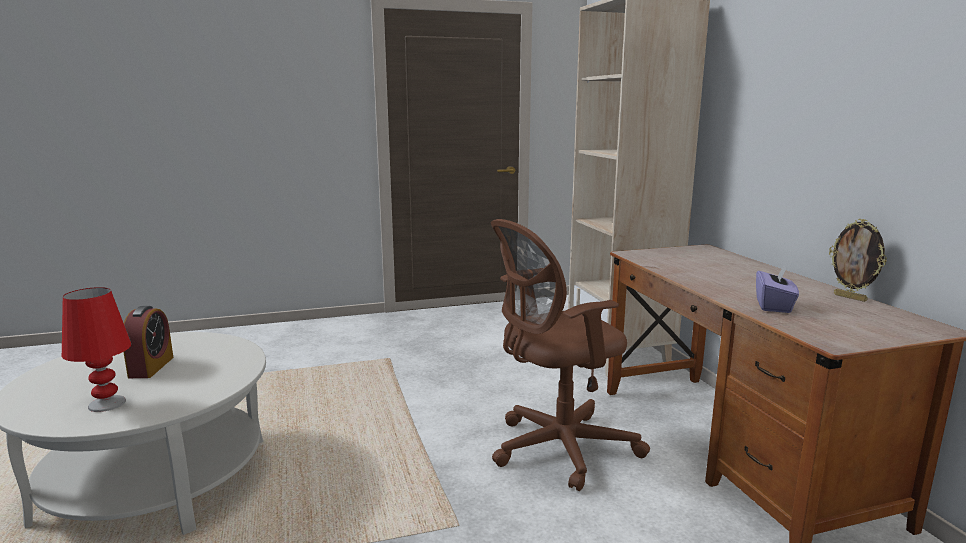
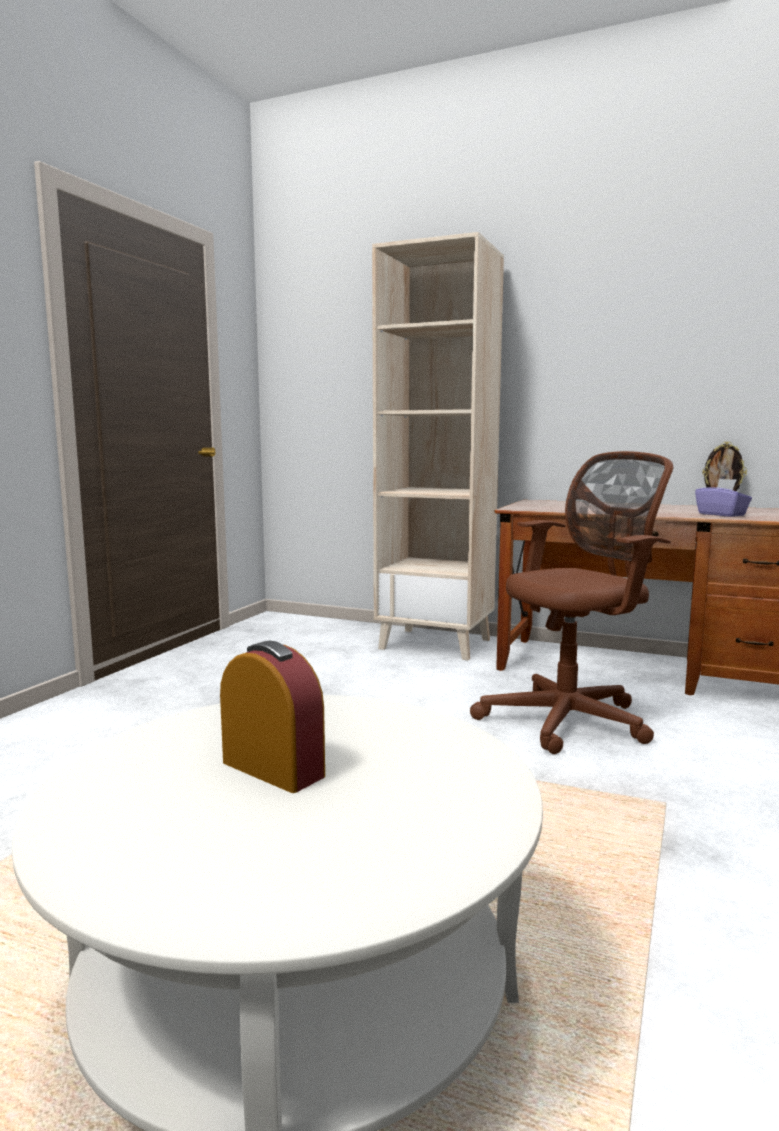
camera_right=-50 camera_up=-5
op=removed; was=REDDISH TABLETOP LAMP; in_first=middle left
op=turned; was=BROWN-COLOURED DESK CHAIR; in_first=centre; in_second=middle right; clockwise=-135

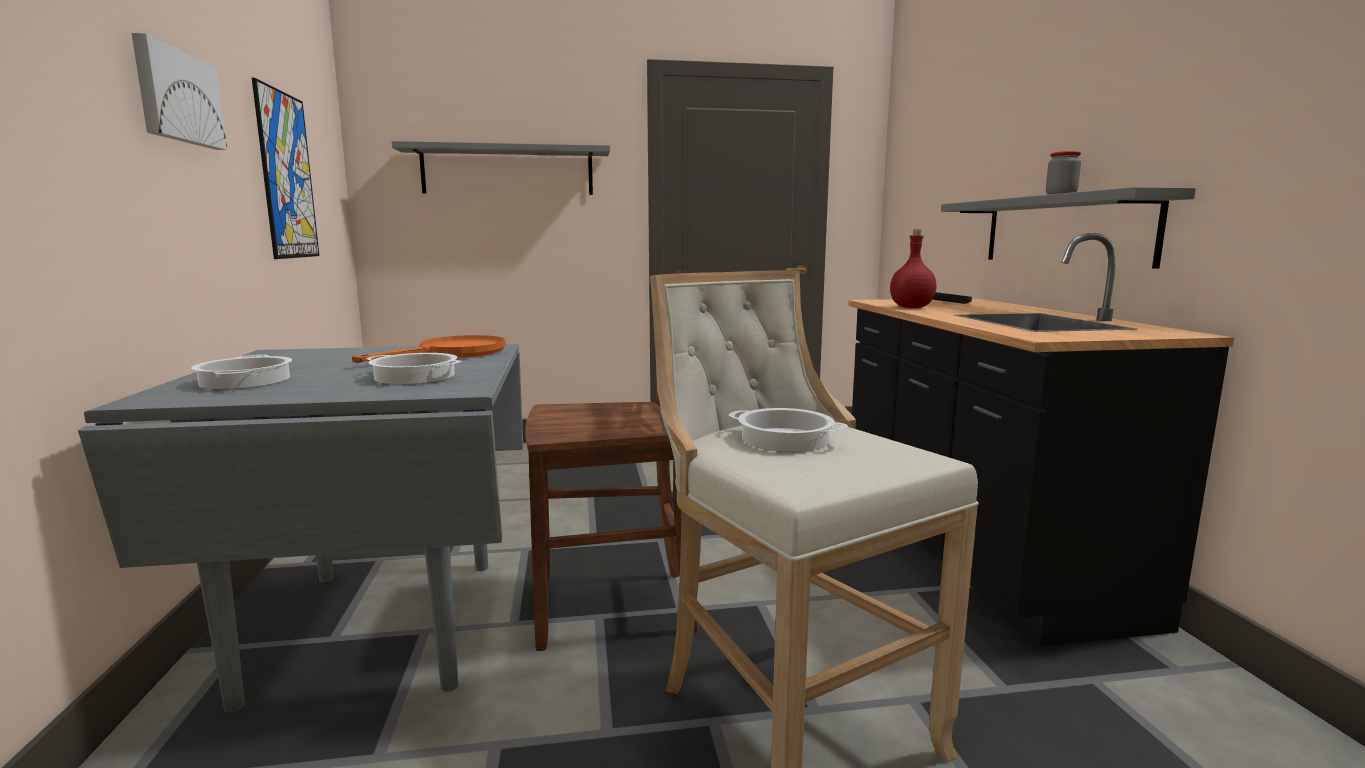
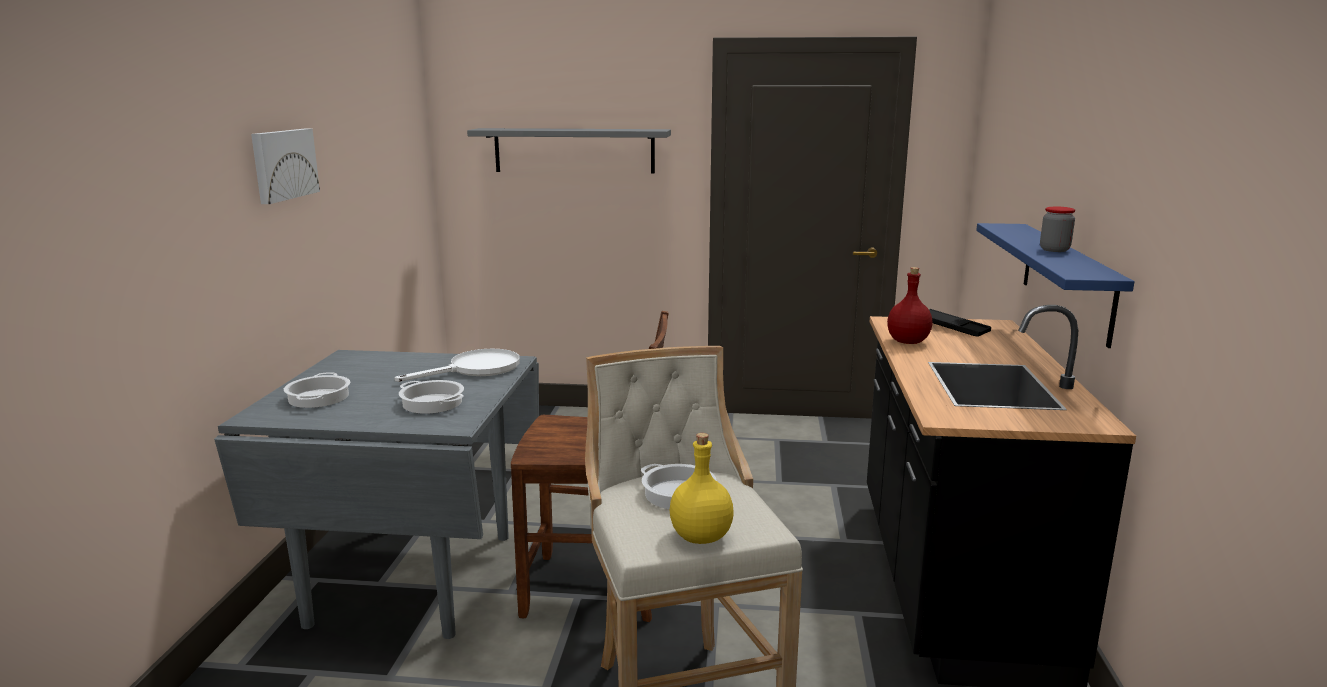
camera_right=15 camera_up=5
op=removed; was=WALL PICTURE (2nd from left); in_first=top left
op=recoloured; was=ORANGE-COLOURED FRYING PAN; now=WHITE-COLOURED FRYING PAN; in_first=middle left; in_second=centre
op=recoloured; was=GREYISH SHELF (2nd from left); now=BLUE SHELF; in_first=top right; in_second=middle right
op=added; now=YELLOWISH BEVERAGE BOTTLE; in_second=bottom centre

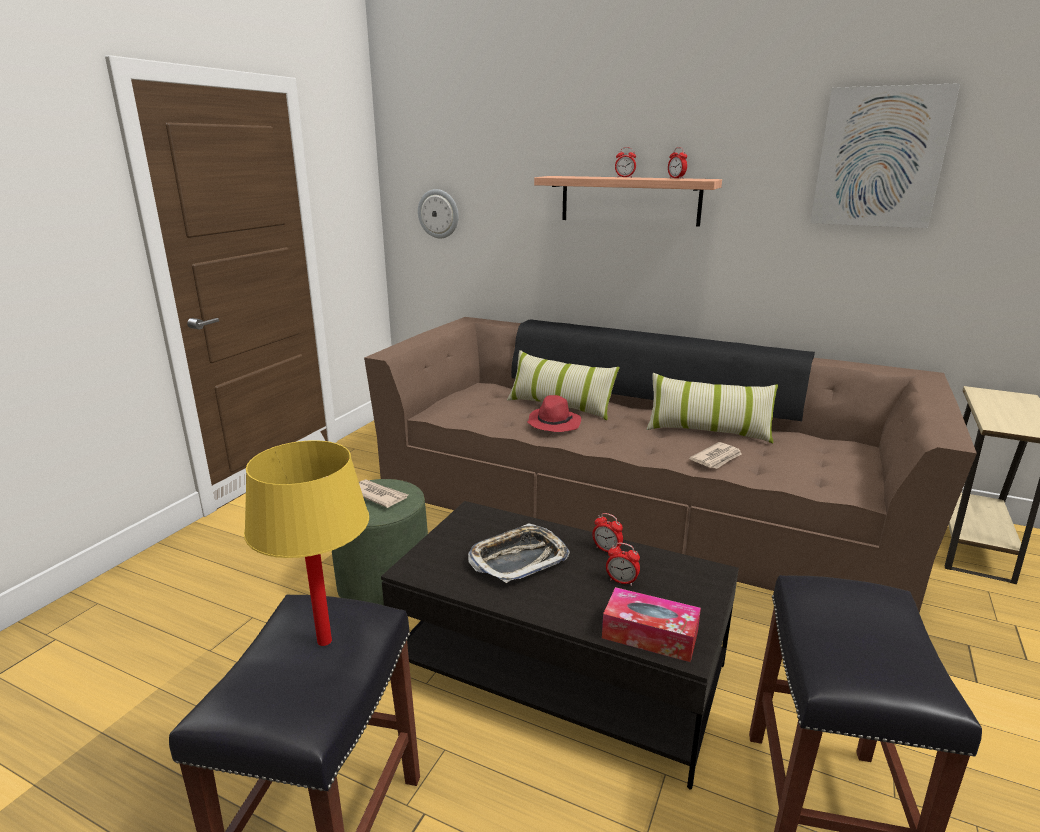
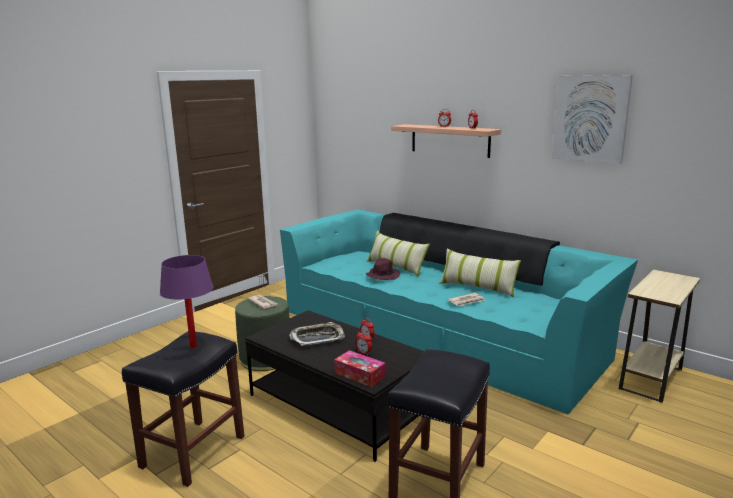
camera_right=15 camera_up=-5
op=recoloured; was=YELLOWISH TABLETOP LAMP; now=PURPLE TABLETOP LAMP; in_first=middle left; in_second=middle left
op=recoloured; was=BROWN-COLOURED SETTEE; now=BLUE-GREEN SETTEE; in_first=centre; in_second=centre
op=removed; was=WALL CLOCK; in_first=top centre
op=recoloured; was=REDDISH HAT; now=PURPLE HAT; in_first=centre; in_second=centre

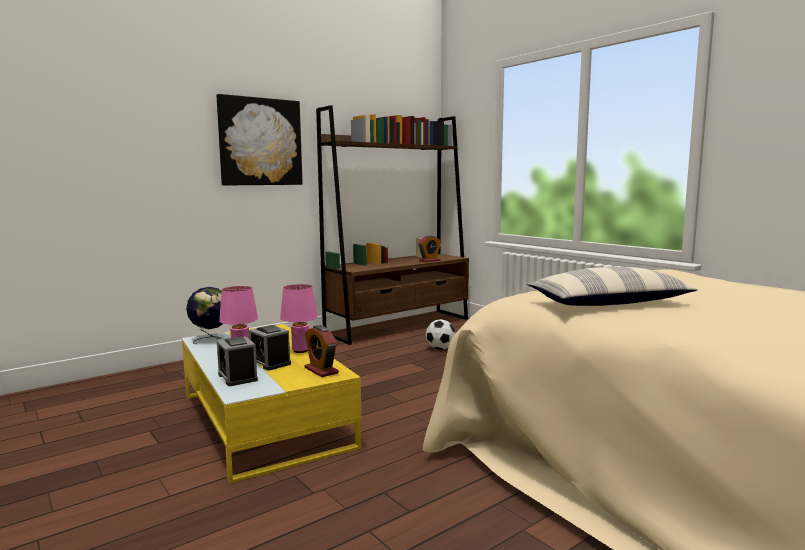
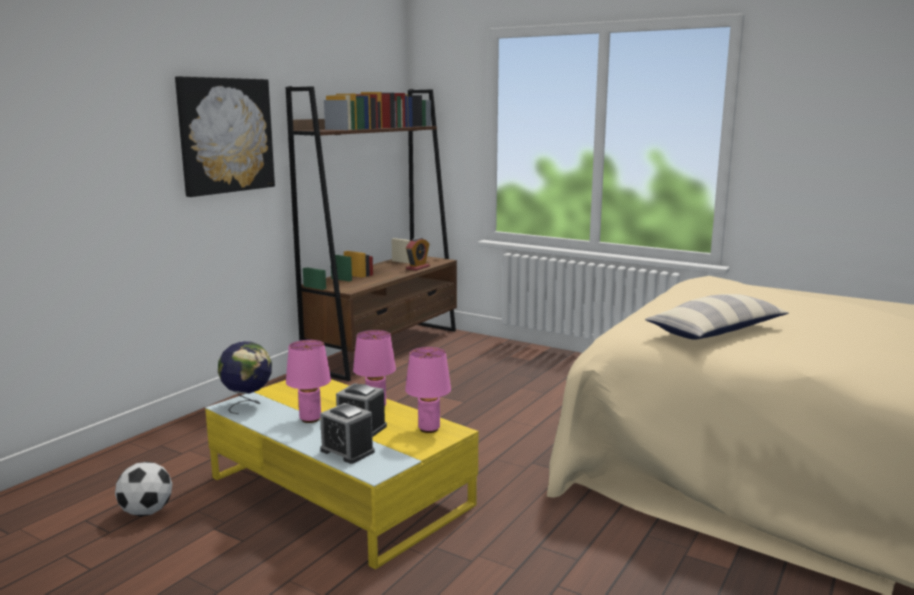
camera_right=-20 camera_up=5
op=replaced; was=BEDSIDE CLOCK (3rd from left); now=PINK-COLOURED TABLETOP LAMP (3rd from left); in_first=centre; in_second=centre
op=moved; was=FOOTBALL; in_first=centre; in_second=bottom left

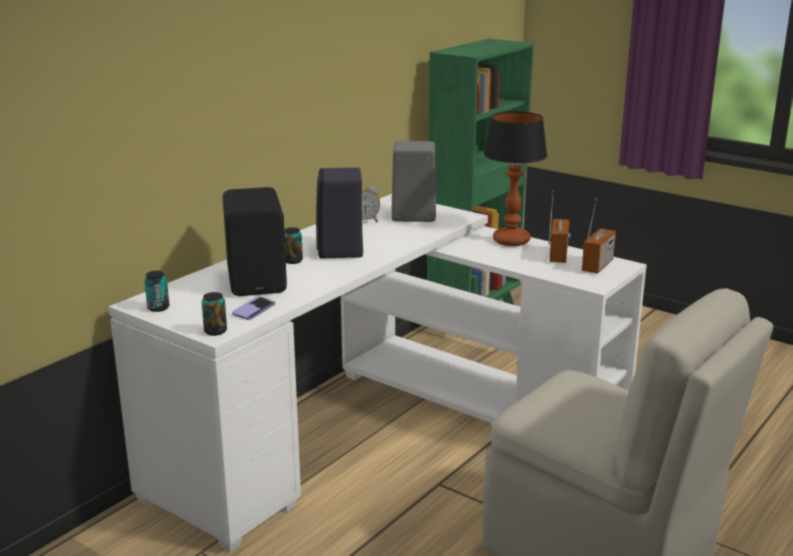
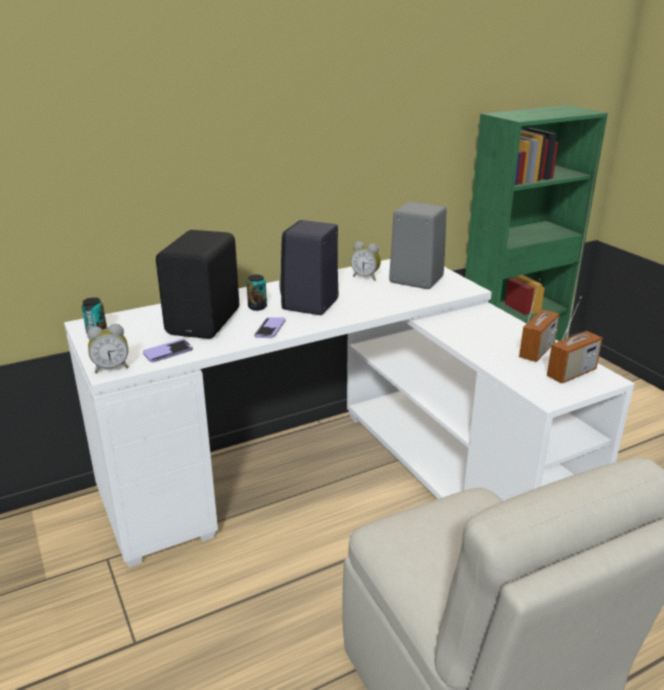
camera_right=25 camera_up=5
op=replaced; was=SEALED CAN (2nd from left); now=BEDSIDE CLOCK (1st from left); in_first=middle left; in_second=middle left
op=removed; was=TABLETOP LAMP; in_first=top centre
op=added; now=TELEPHONE (2nd from left); in_second=centre

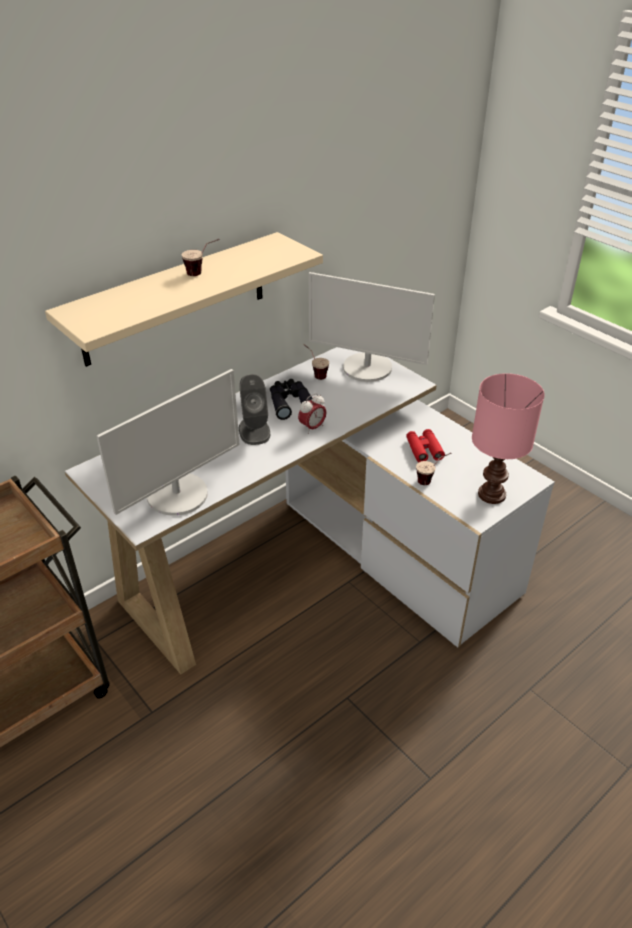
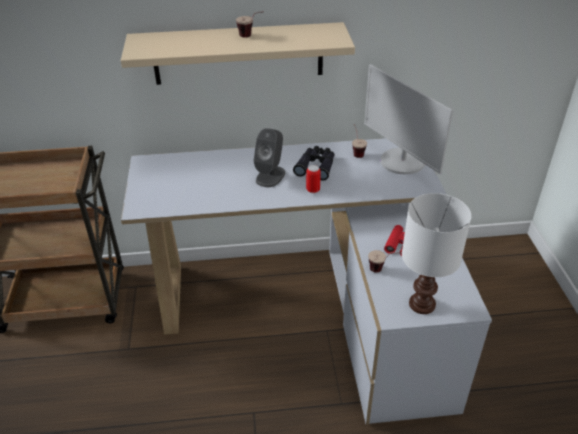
camera_right=35 camera_up=0
op=removed; was=COMPUTER DISPLAY (1st from left); in_first=middle left
op=replaced; was=BEDSIDE CLOCK; now=SEALED CAN; in_first=centre; in_second=centre
op=recoloured; was=PINK-COLOURED TABLETOP LAMP; now=WHITE-COLOURED TABLETOP LAMP; in_first=middle right; in_second=middle right

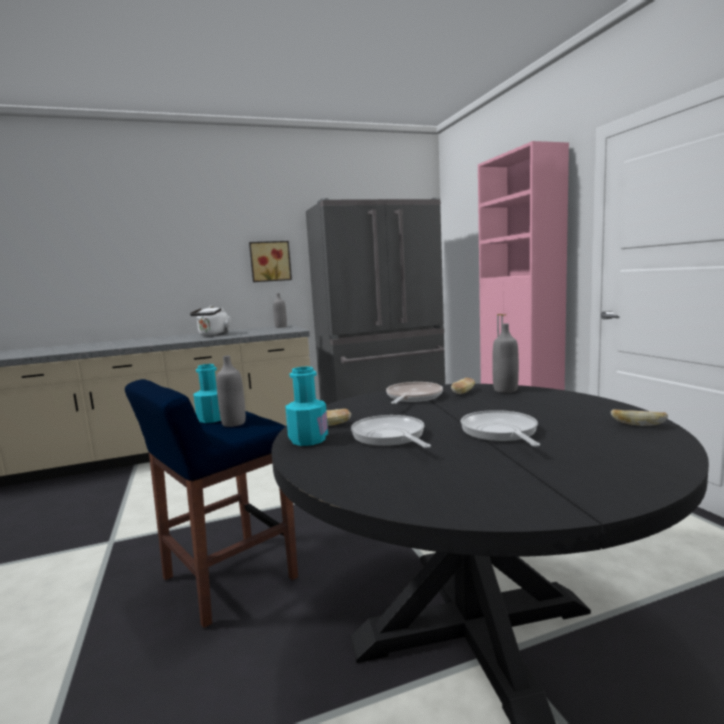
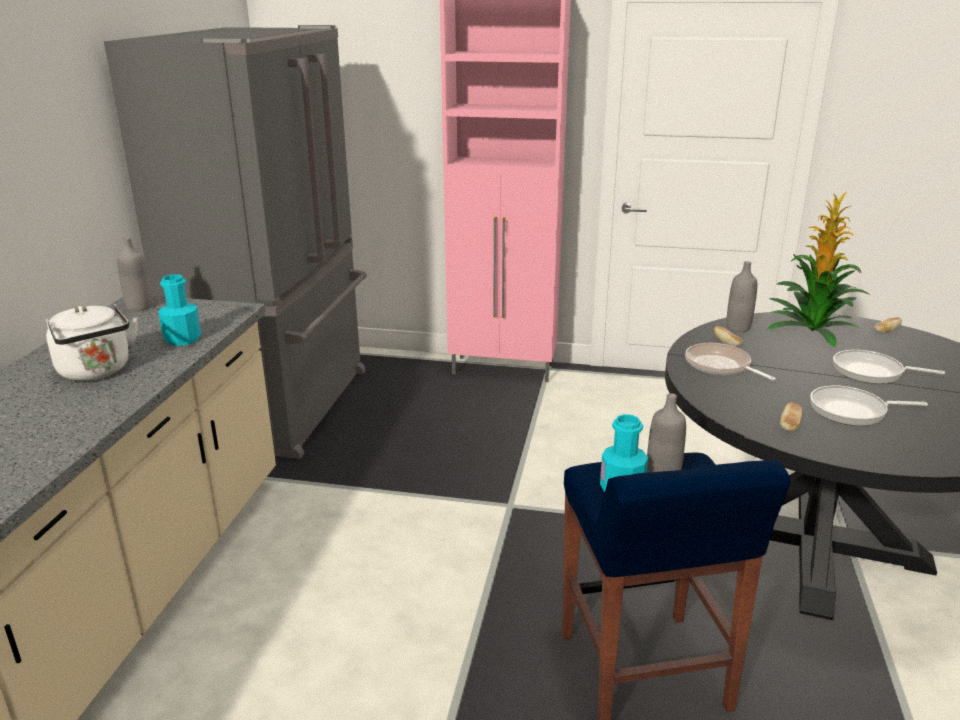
camera_right=-60 camera_up=15
op=removed; was=WALL PICTURE; in_first=centre
op=moved; was=BLUE-GREEN BEVERAGE BOTTLE (2nd from left in the first image); now=BLUE-GREEN BEVERAGE BOTTLE (1st from left); in_first=centre; in_second=middle left
op=added; now=PLANT IN A POT; in_second=middle right

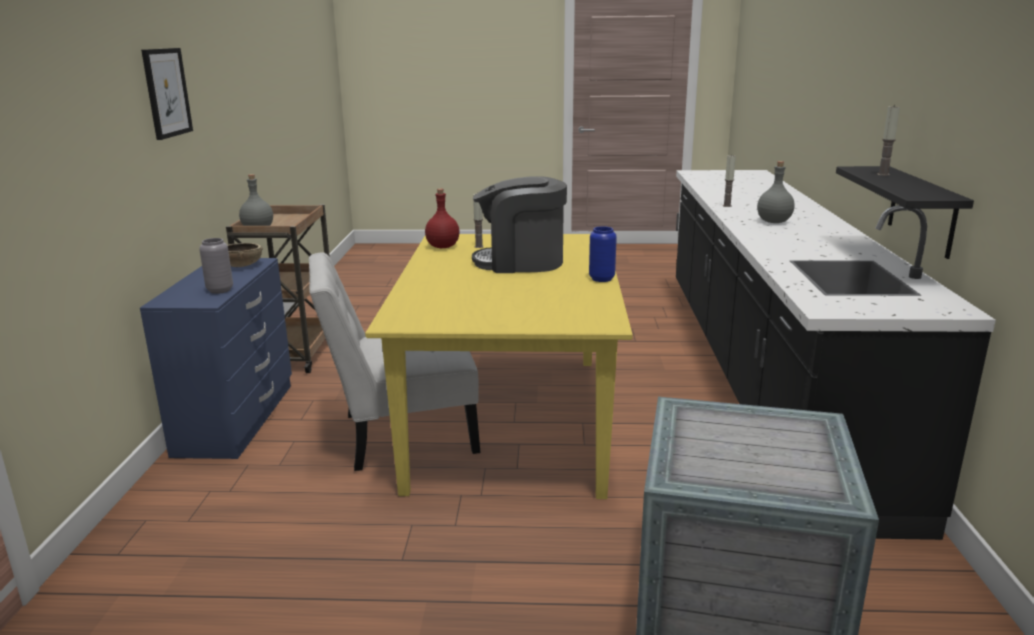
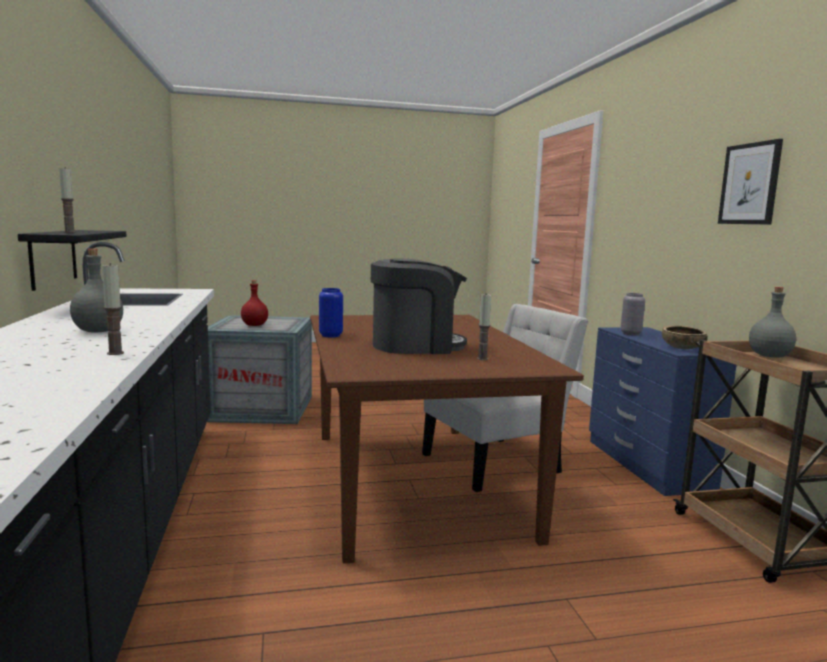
camera_right=165 camera_up=-10
op=recoloured; was=YELLOWISH DINING TABLE; now=BROWN-COLOURED DINING TABLE; in_first=centre; in_second=centre
op=moved; was=REDDISH BEVERAGE BOTTLE; in_first=centre; in_second=middle left

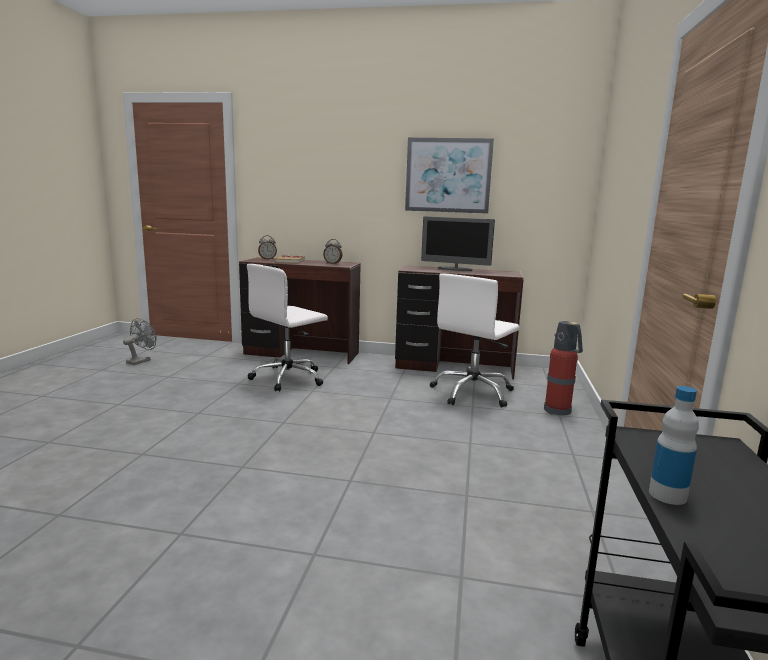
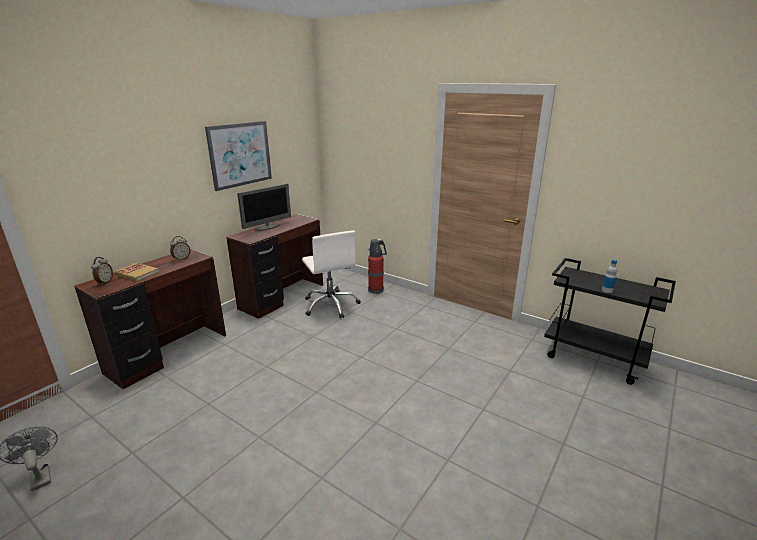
camera_right=-65 camera_up=10
op=removed; was=WHITE-COLOURED DESK CHAIR (1st from left); in_first=centre

